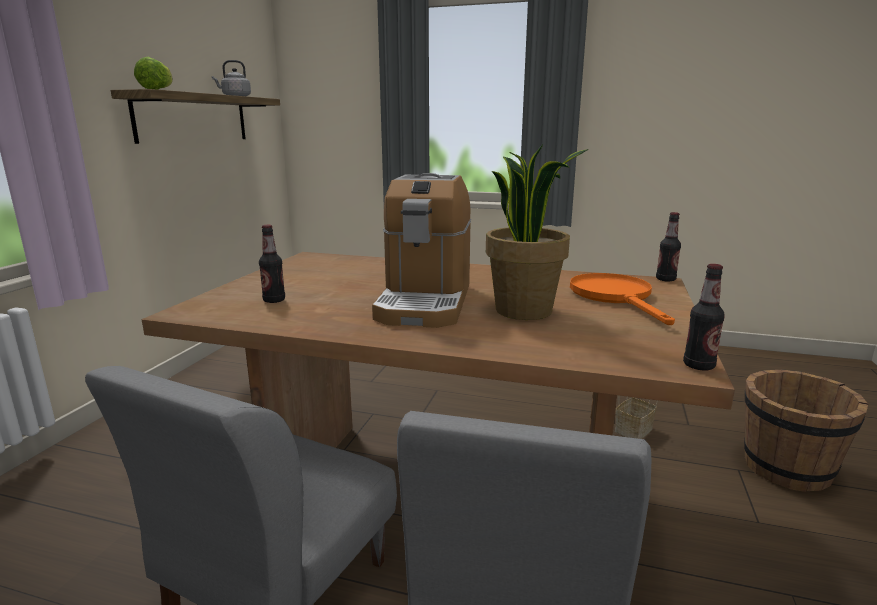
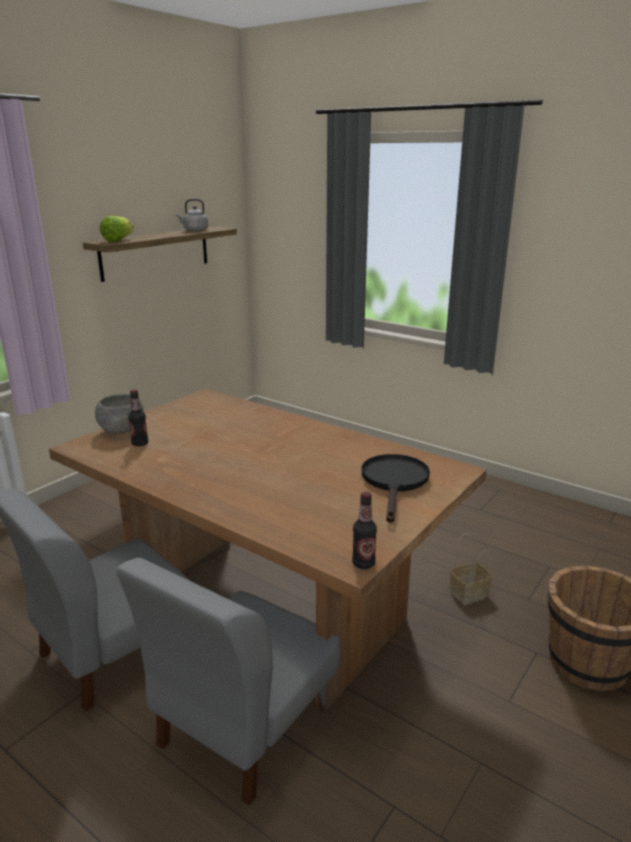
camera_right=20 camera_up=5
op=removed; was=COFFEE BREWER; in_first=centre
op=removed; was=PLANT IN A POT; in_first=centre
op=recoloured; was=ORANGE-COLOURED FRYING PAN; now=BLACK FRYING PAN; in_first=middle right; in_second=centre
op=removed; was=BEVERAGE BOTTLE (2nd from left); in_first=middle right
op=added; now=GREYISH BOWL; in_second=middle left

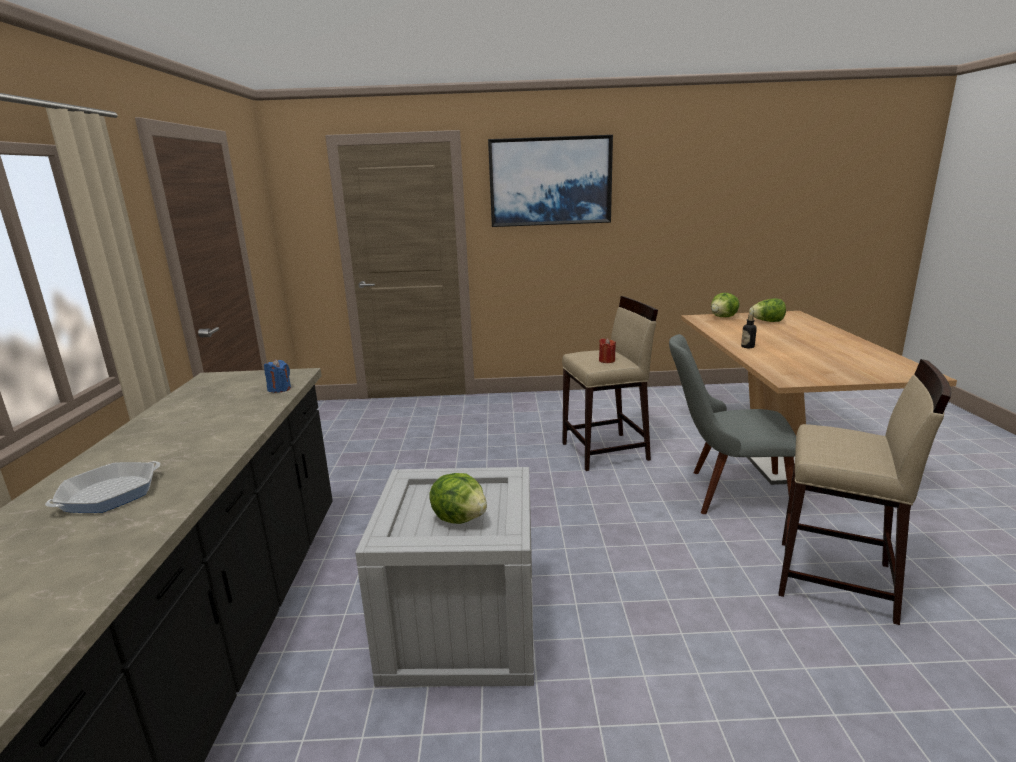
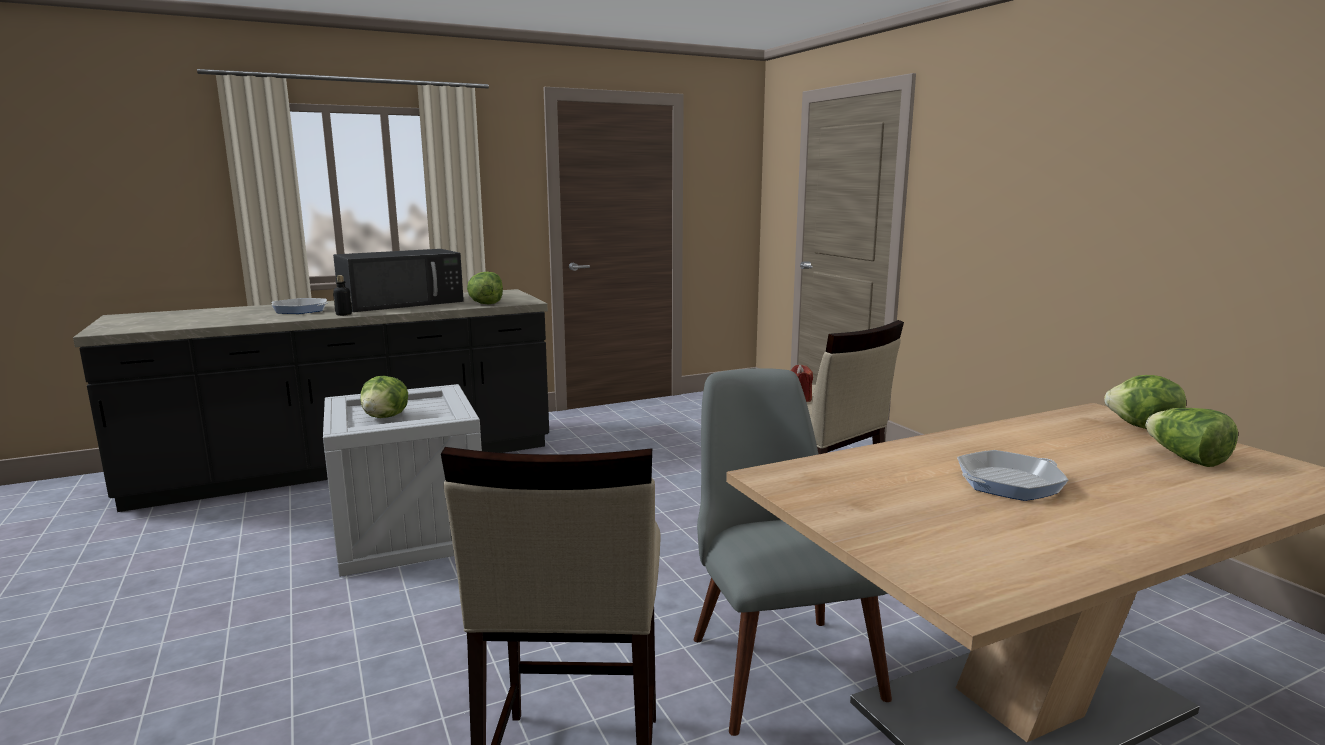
camera_right=65 camera_up=-5
op=replaced; was=BLUE CANDLE; now=LETTUCE (2nd from left); in_first=middle left; in_second=centre
op=removed; was=WALL PICTURE; in_first=top centre
op=moved; was=BEVERAGE BOTTLE; in_first=middle right; in_second=middle left
op=added; now=BLACK MICROWAVE OVEN; in_second=middle left
op=added; now=FRYING PAN (2nd from left); in_second=middle right

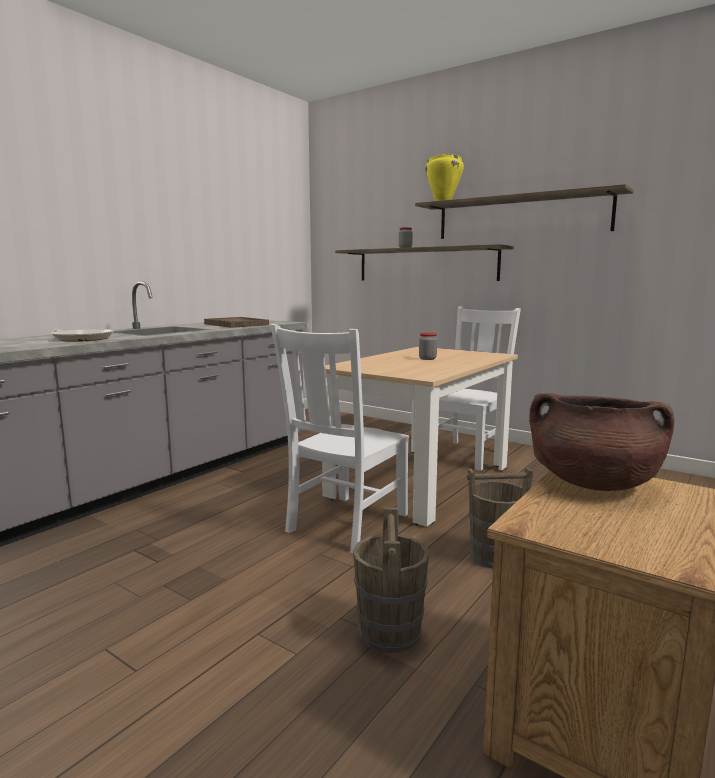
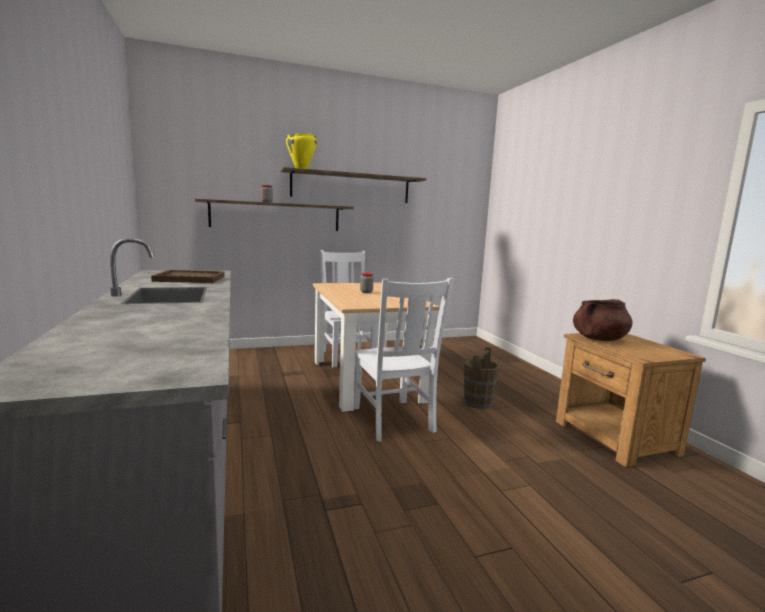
camera_right=-55 camera_up=0
op=removed; was=FRYING PAN; in_first=middle left
op=removed; was=BROWN-COLOURED WATER BUCKET (1st from left); in_first=bottom centre

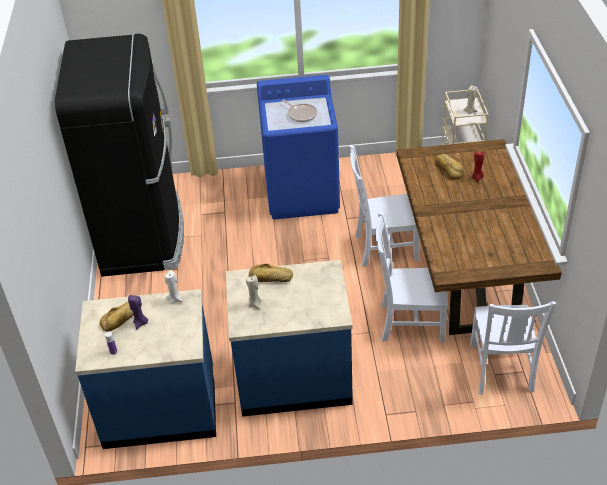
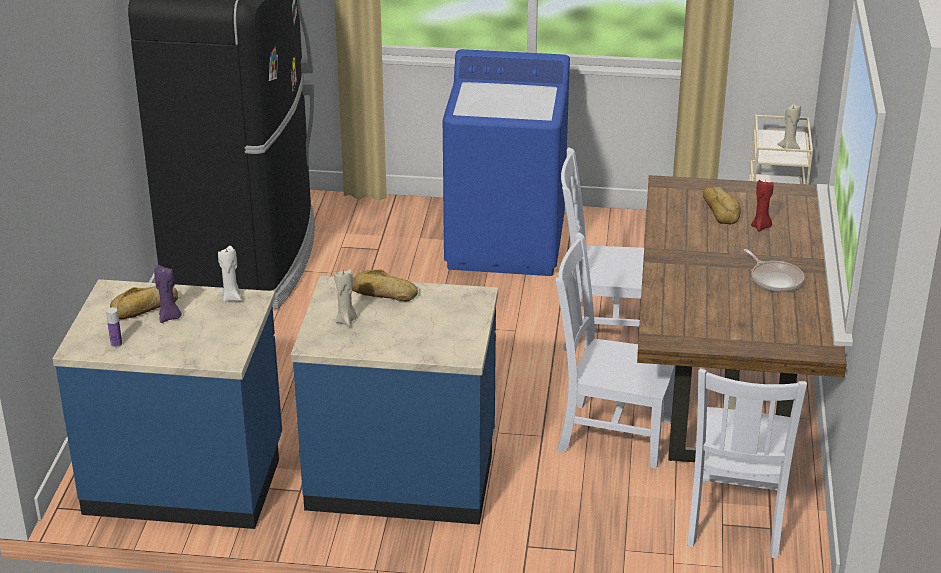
camera_right=10 camera_up=-10
op=moved; was=FRYING PAN; in_first=top centre; in_second=middle right

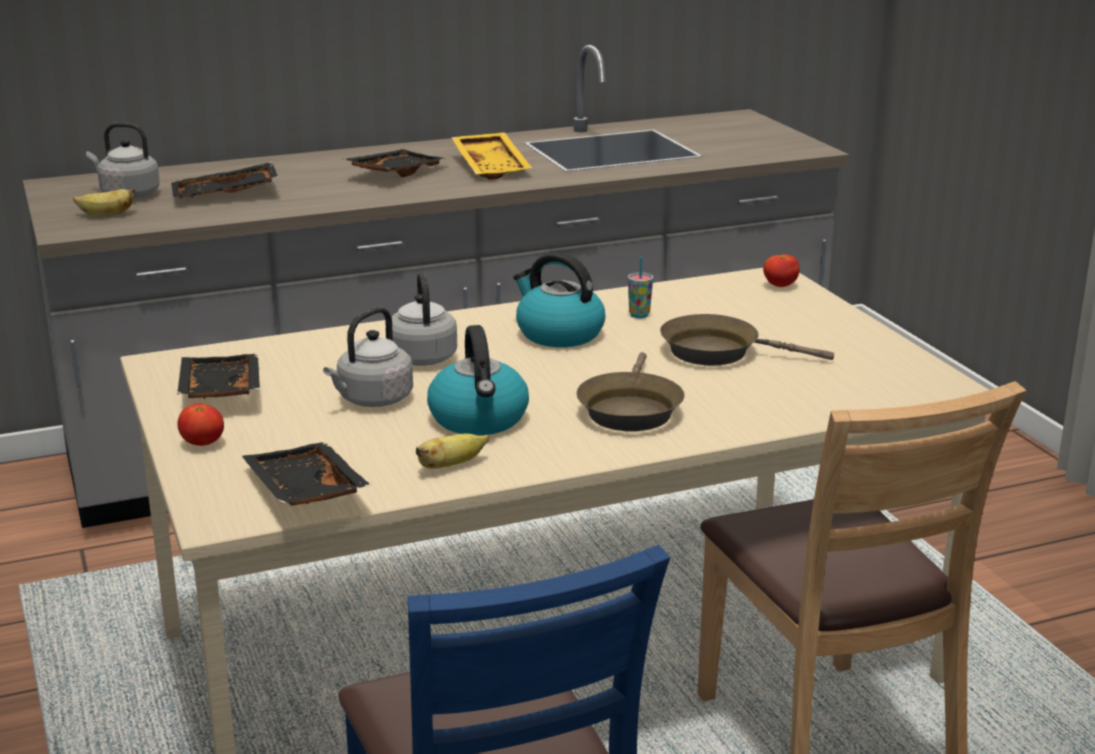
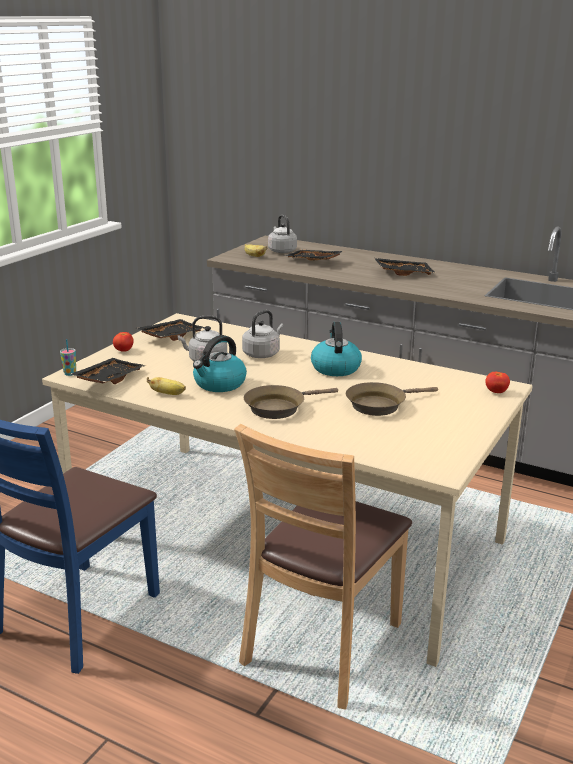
camera_right=50 camera_up=0
op=removed; was=YELLOWISH CARRYING TRAY; in_first=top centre
op=moved; was=SMALL CUP; in_first=centre; in_second=middle left
op=turned; was=BROWN-COLOURED FRYING PAN (2nd from left); in_first=middle right; in_second=middle right; clockwise=-90

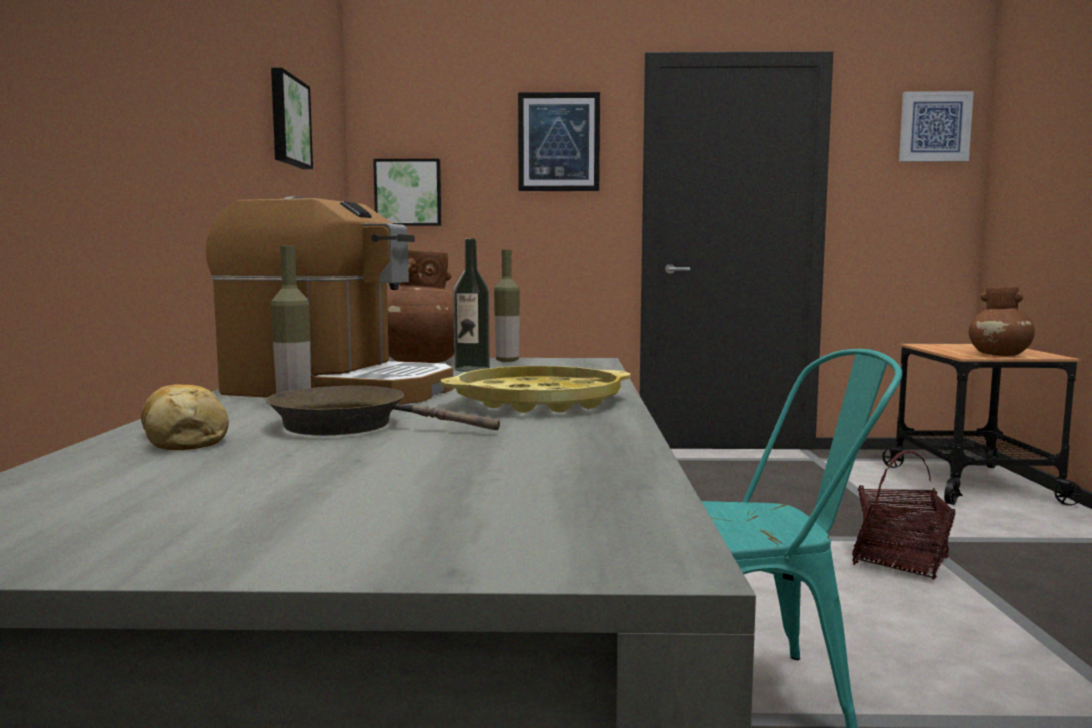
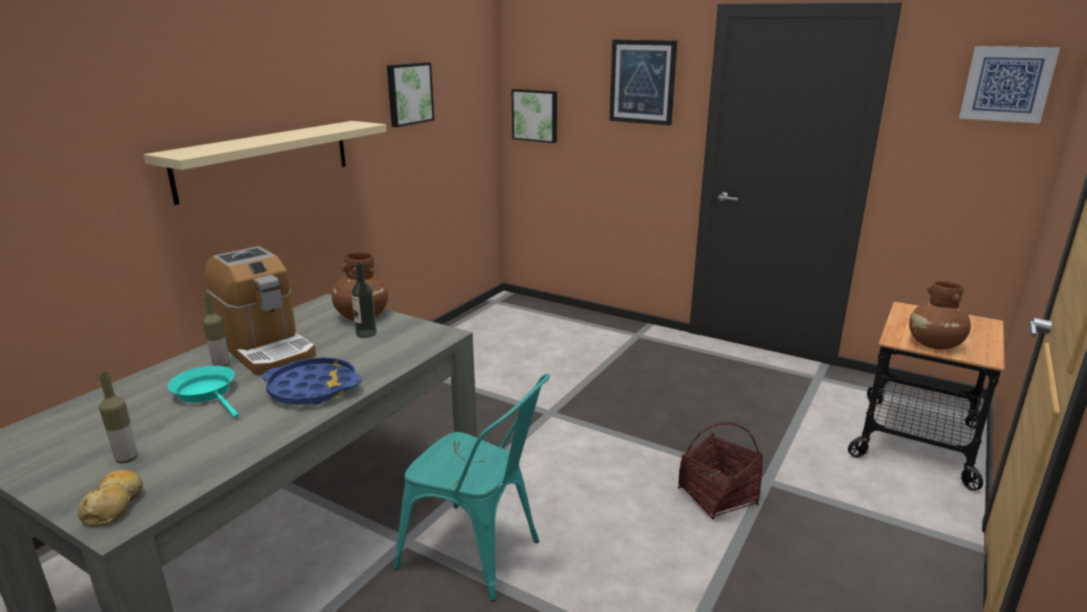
camera_right=30 camera_up=15
op=moved; was=BREAD; in_first=middle left; in_second=bottom left
op=recoloured; was=BROWN-COLOURED FRYING PAN; now=BLUE-GREEN FRYING PAN; in_first=centre; in_second=middle left
op=recoloured; was=YELLOWISH CARRYING TRAY; now=BLUE CARRYING TRAY; in_first=centre; in_second=middle left
op=moved; was=BEVERAGE BOTTLE (3rd from left in the first image); now=BEVERAGE BOTTLE (1st from left); in_first=centre; in_second=bottom left
op=added; now=SAND-COLOURED SHELF; in_second=top left

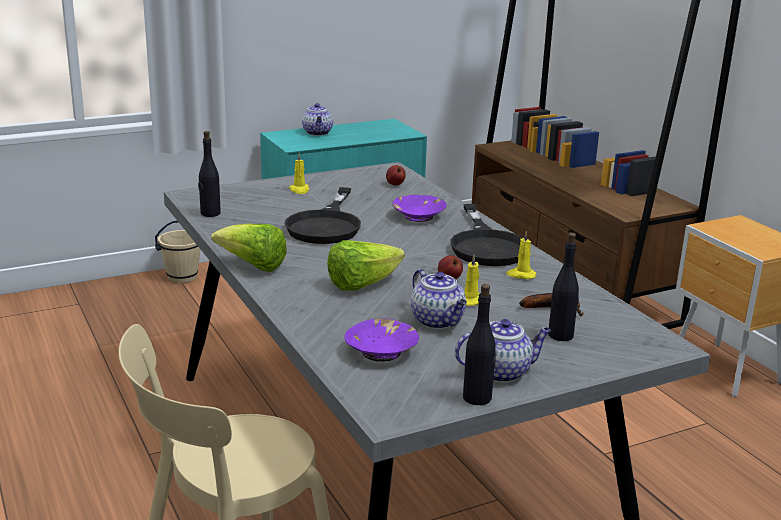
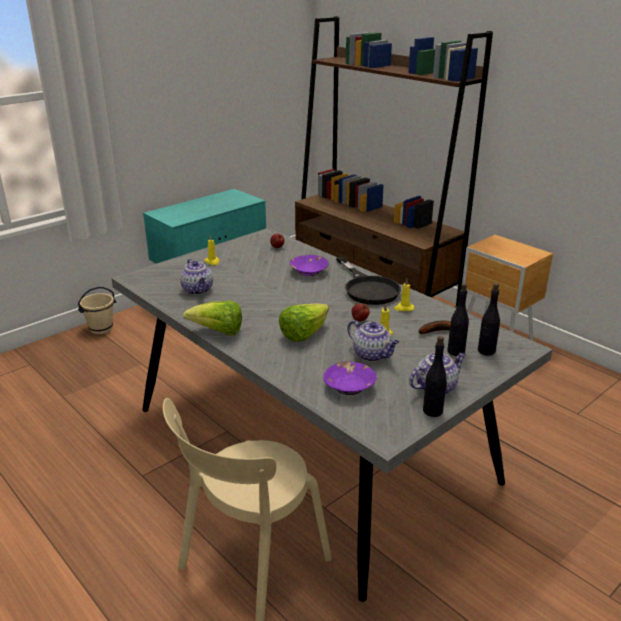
camera_right=-15 camera_up=5
op=moved; was=BLACK BEVERAGE BOTTLE (1st from left in the first image); now=BLACK BEVERAGE BOTTLE (3rd from left); in_first=middle left; in_second=middle right
op=removed; was=BLACK FRYING PAN (1st from left); in_first=centre
op=moved; was=TEAPOT (1st from left); in_first=top centre; in_second=middle left

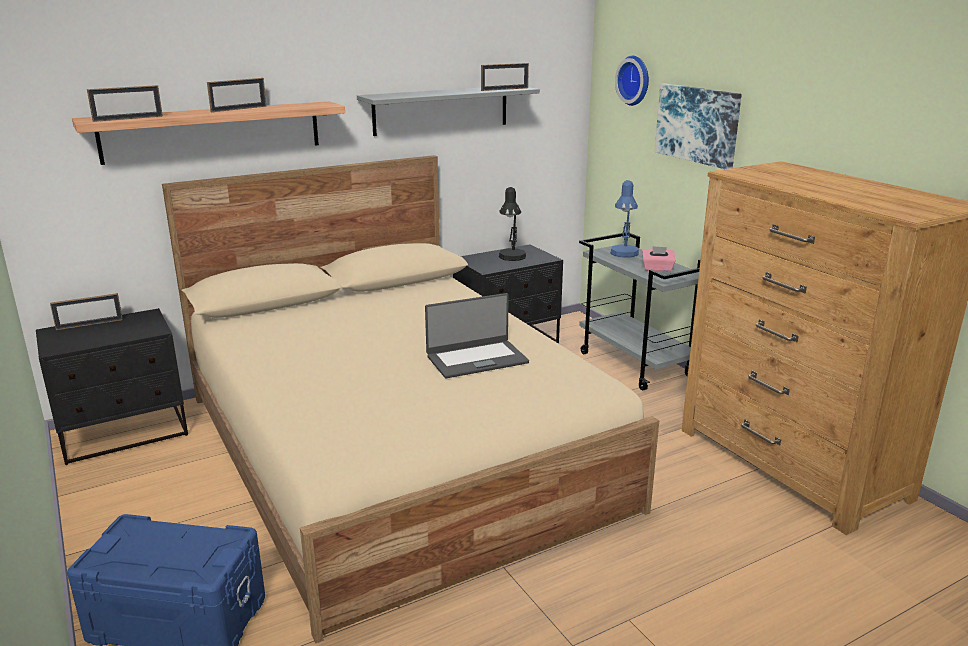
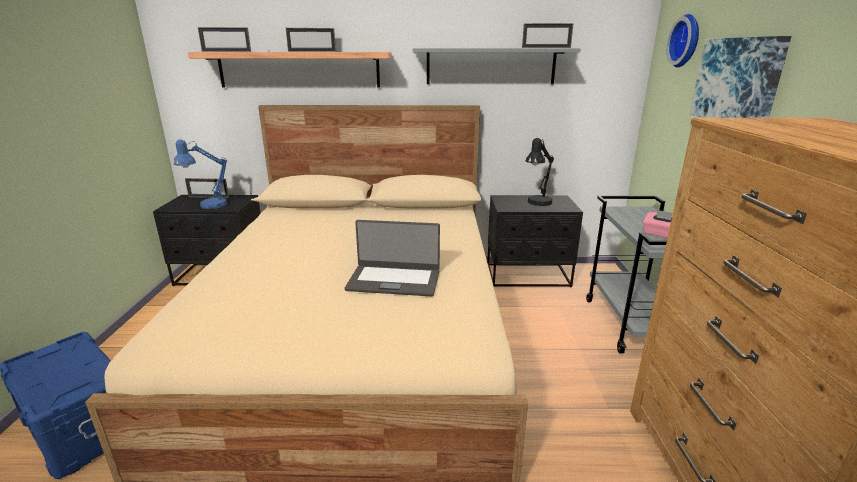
camera_right=30 camera_up=0
op=moved; was=BLUE TABLETOP LAMP; in_first=centre; in_second=middle left

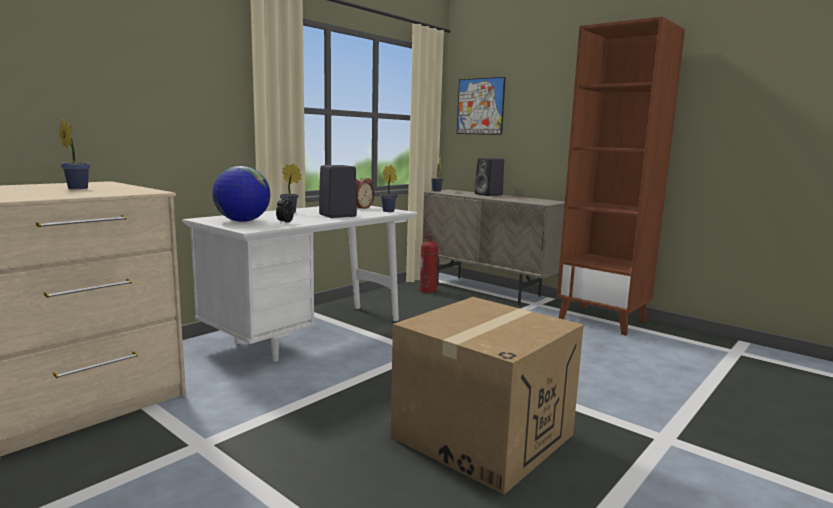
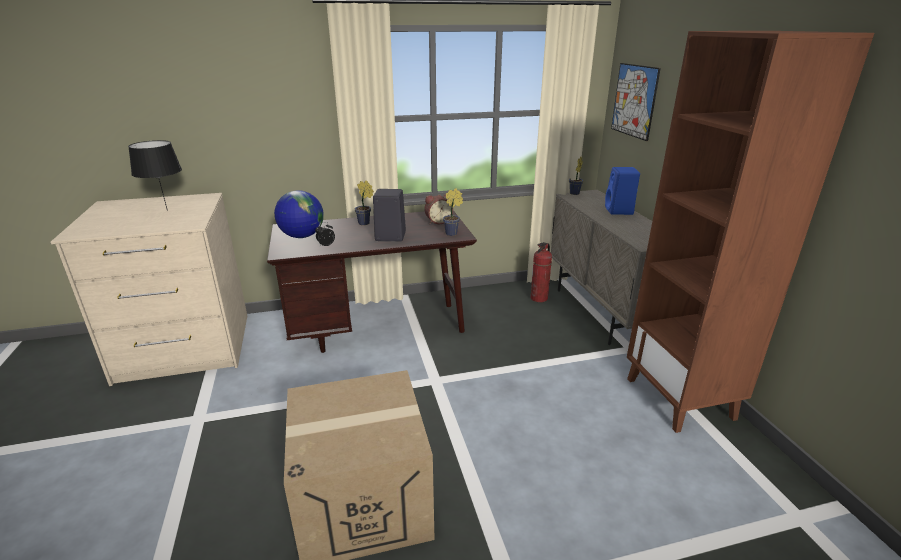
camera_right=35 camera_up=15
op=replaced; was=PLANT IN A POT (1st from left); now=BLACK TABLETOP LAMP; in_first=top left; in_second=top left
op=recoloured; was=WHITE-COLOURED DESK UNIT; now=BROWN-COLOURED DESK UNIT; in_first=centre; in_second=centre
op=recoloured; was=BLACK SPEAKER (2nd from left); now=BLUE SPEAKER; in_first=centre; in_second=middle right

